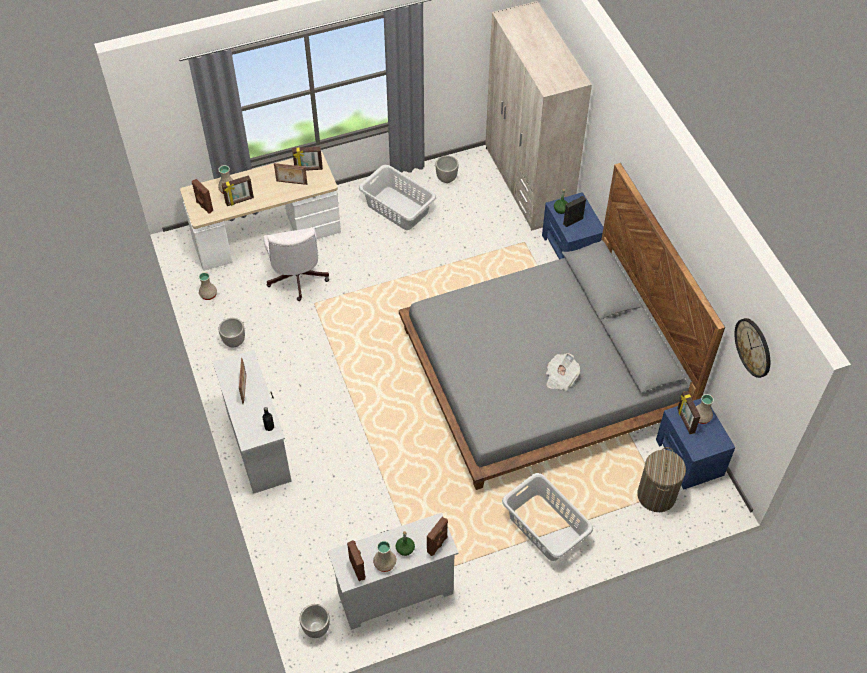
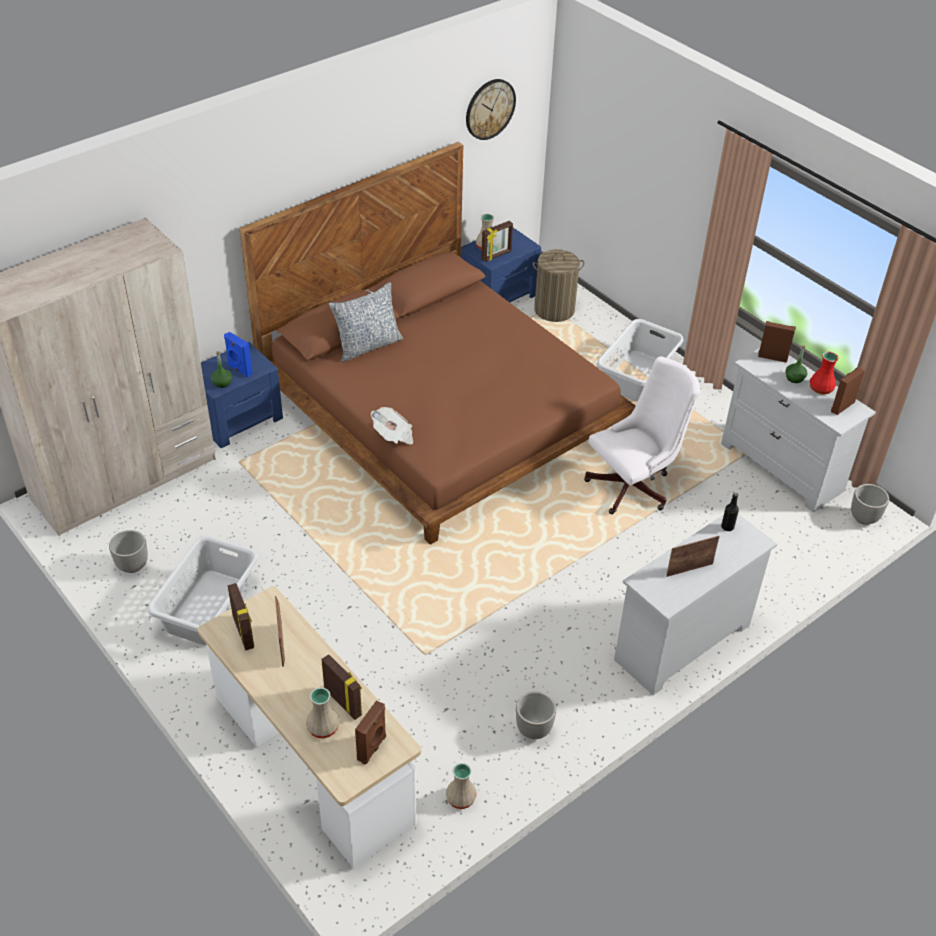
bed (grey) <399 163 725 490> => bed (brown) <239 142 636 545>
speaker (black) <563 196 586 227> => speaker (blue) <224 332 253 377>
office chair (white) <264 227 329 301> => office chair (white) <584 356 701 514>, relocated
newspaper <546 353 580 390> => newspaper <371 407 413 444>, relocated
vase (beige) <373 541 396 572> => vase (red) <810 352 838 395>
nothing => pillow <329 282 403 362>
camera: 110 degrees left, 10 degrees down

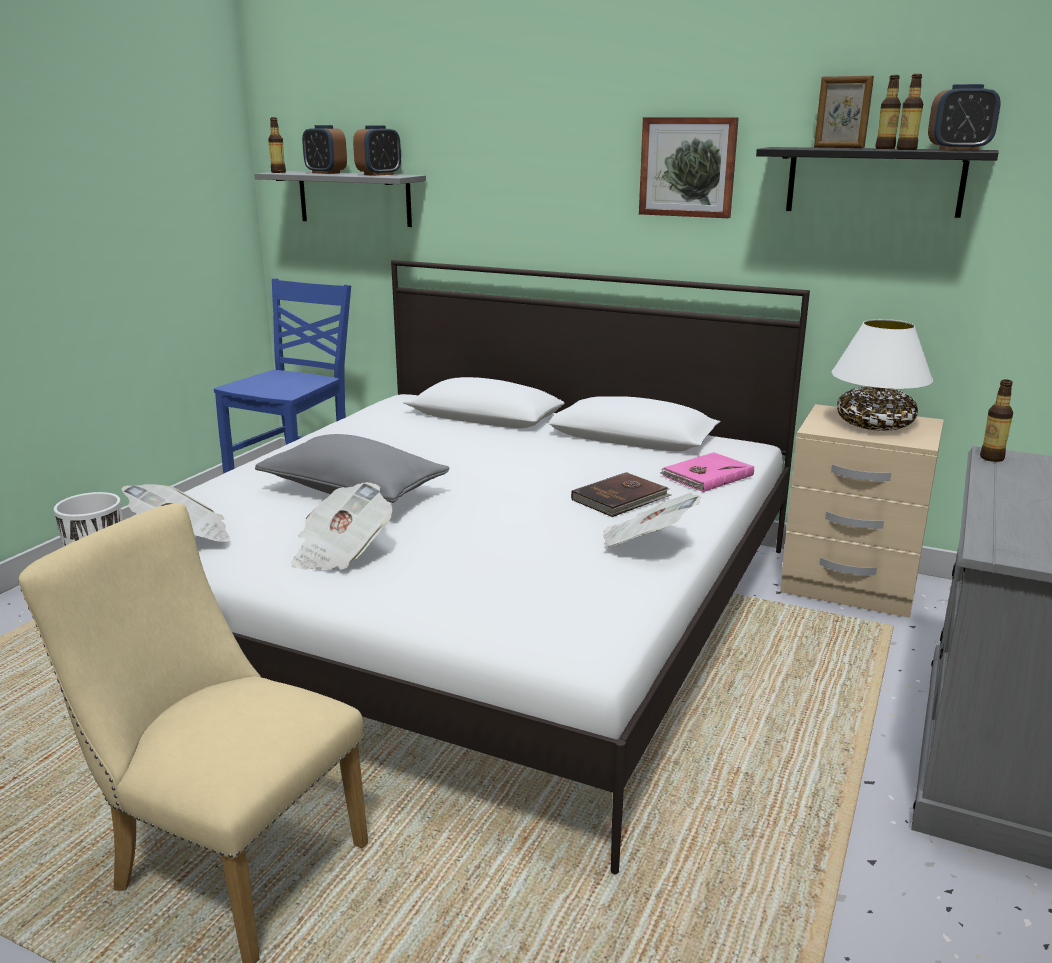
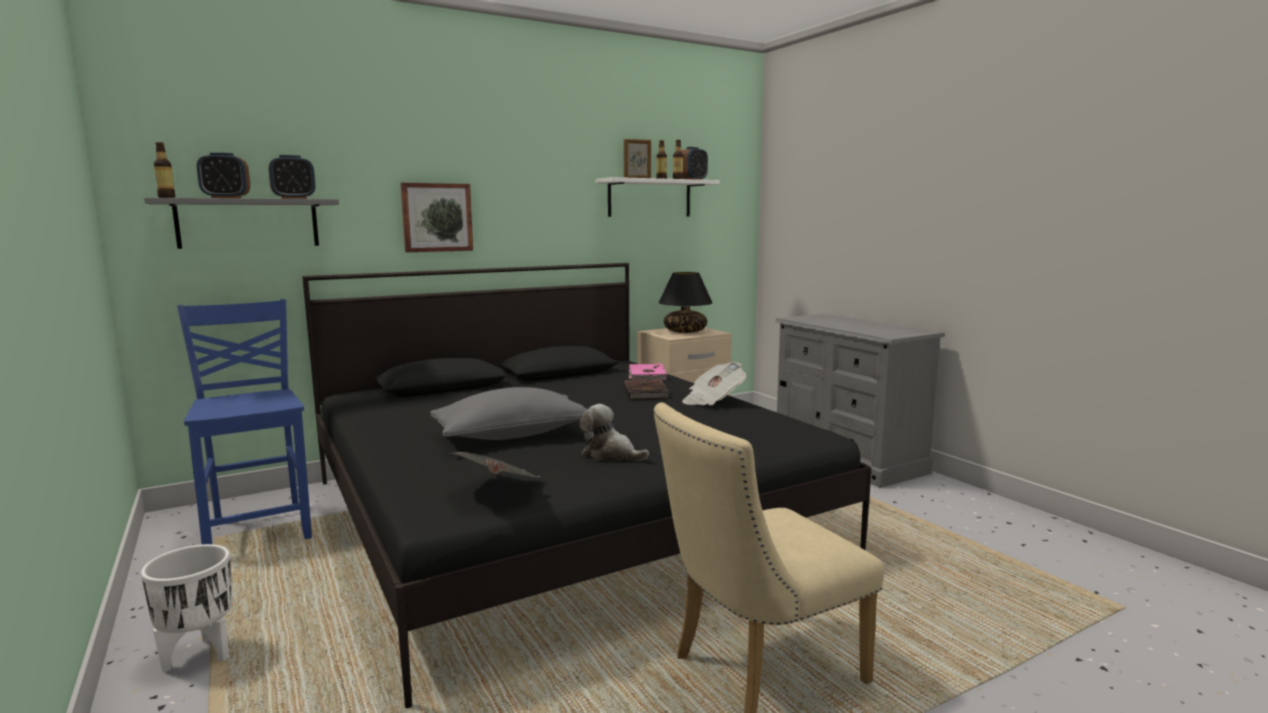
picture <639 117 739 218> => picture <401 183 473 252>, relocated
alarm clock <353 125 401 176> => alarm clock <268 155 315 199>, 75 degrees clockwise
shelf (black) <756 147 999 218> => shelf (white) <595 177 720 217>
bed (white) <132 260 810 874> => bed (black) <302 263 872 708>
table lamp (white) <832 319 933 431> => table lamp (black) <659 272 713 333>
bottle <980 379 1013 462> => nothing
newspaper <291 482 392 570> => plush toy <579 404 649 461>
camera: 55 degrees left, 10 degrees down

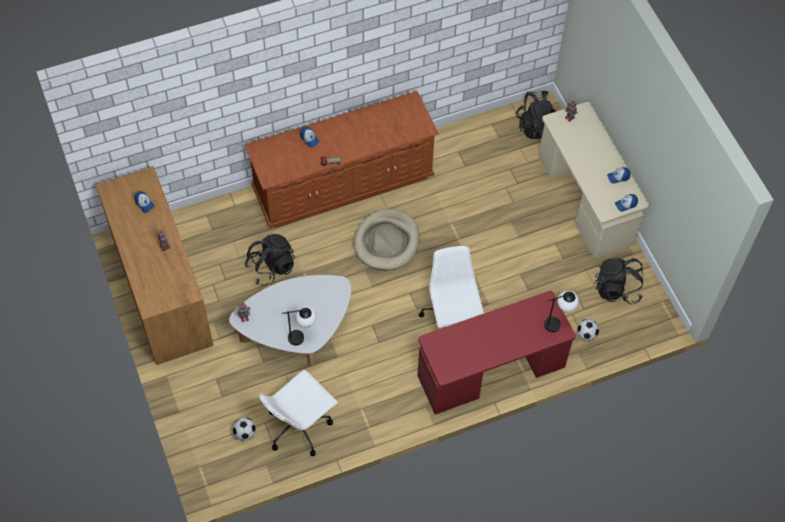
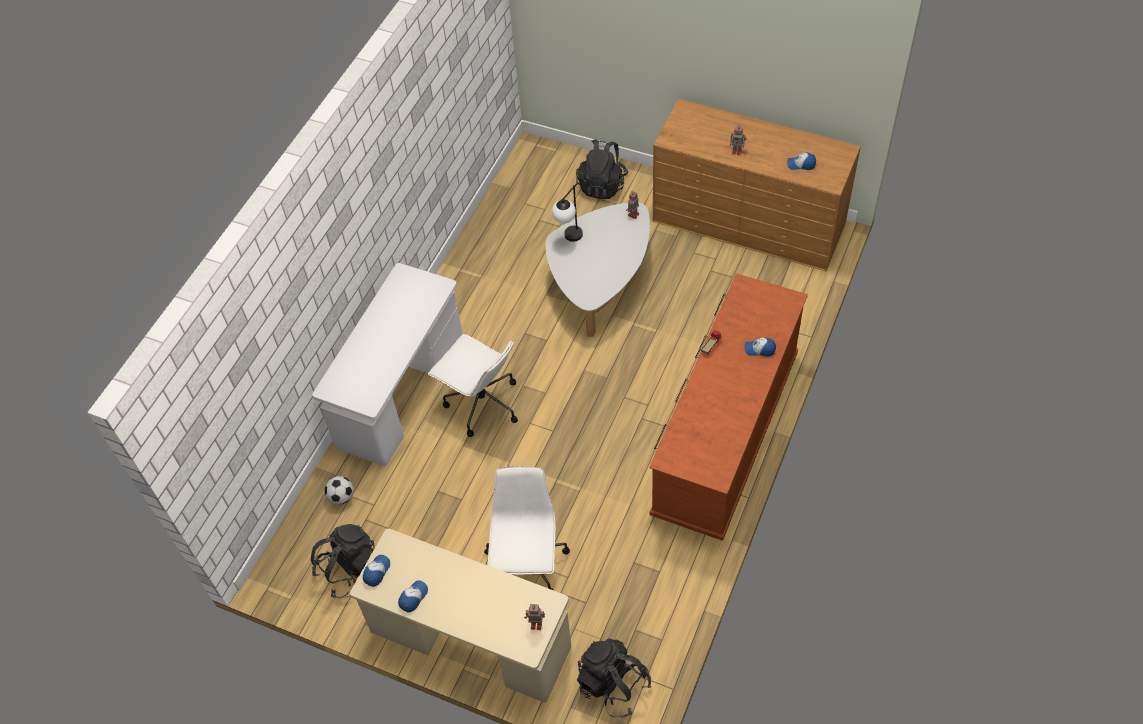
dog bed (beige) <354 209 420 270> => nothing
backpack (black) <245 234 295 286> => backpack (black) <576 139 628 199>, relocated
desk (red) <417 290 576 414> => desk (white) <312 263 463 466>
table lamp <544 291 579 332> => nothing
office chair (white) <259 370 338 456> => office chair (white) <484 466 570 590>, relocated
football <233 417 256 441> => nothing
camera: 140 degrees right, 5 degrees down

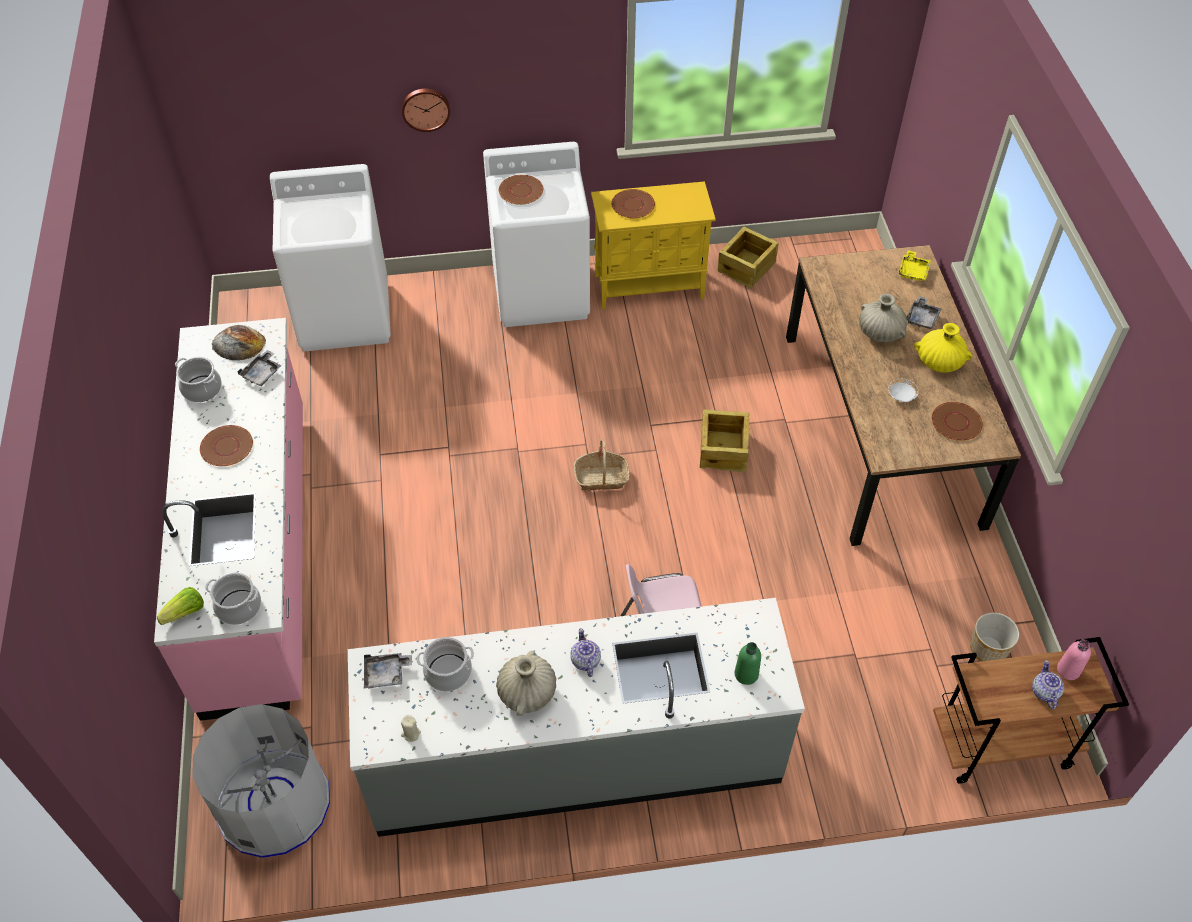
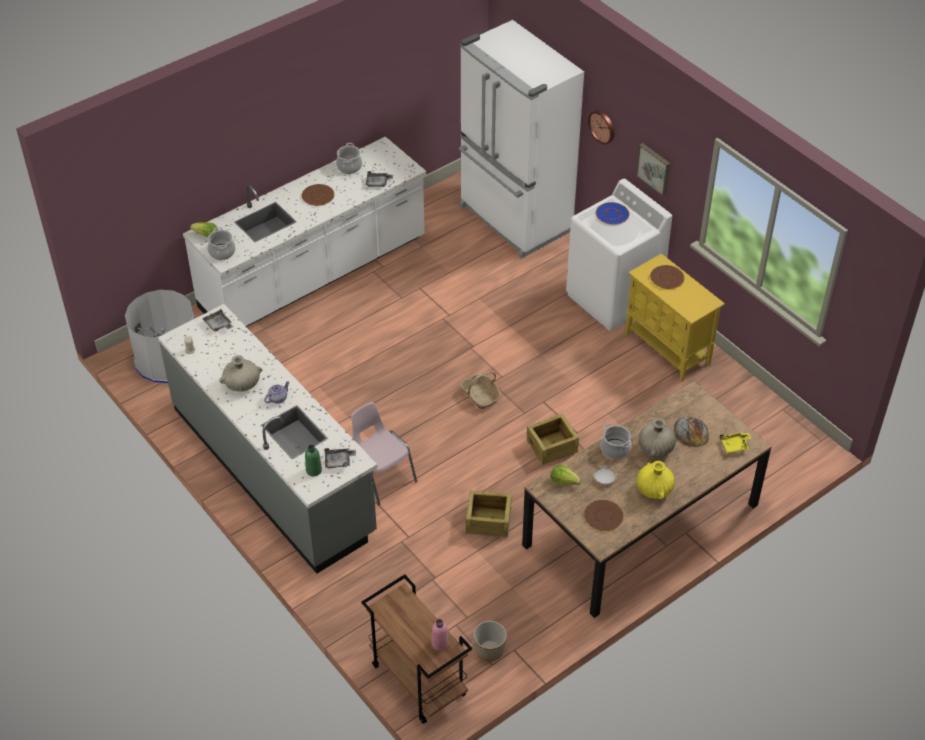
washing machine (white) <270 164 391 351> => fridge (white) <459 20 584 258>
plate (brown) <499 175 543 205> => plate (blue) <596 202 629 225>
crate <718 227 778 289> => crate <465 490 512 537>, relocated
tray (grey) <906 296 941 329> => tray (grey) <325 448 356 469>, relocated
counter (pink) <154 318 303 721> => counter (white) <183 136 426 327>
bread <212 325 266 360> => bread <674 416 709 447>, relocated
cooking pot <416 637 474 692> => cooking pot <601 423 632 459>, relocated
teapot <1032 660 1064 709> => nothing
nothing => picture <636 143 670 196>
nothing => lettuce <551 465 581 485>
camera: 60 degrees right, 5 degrees down

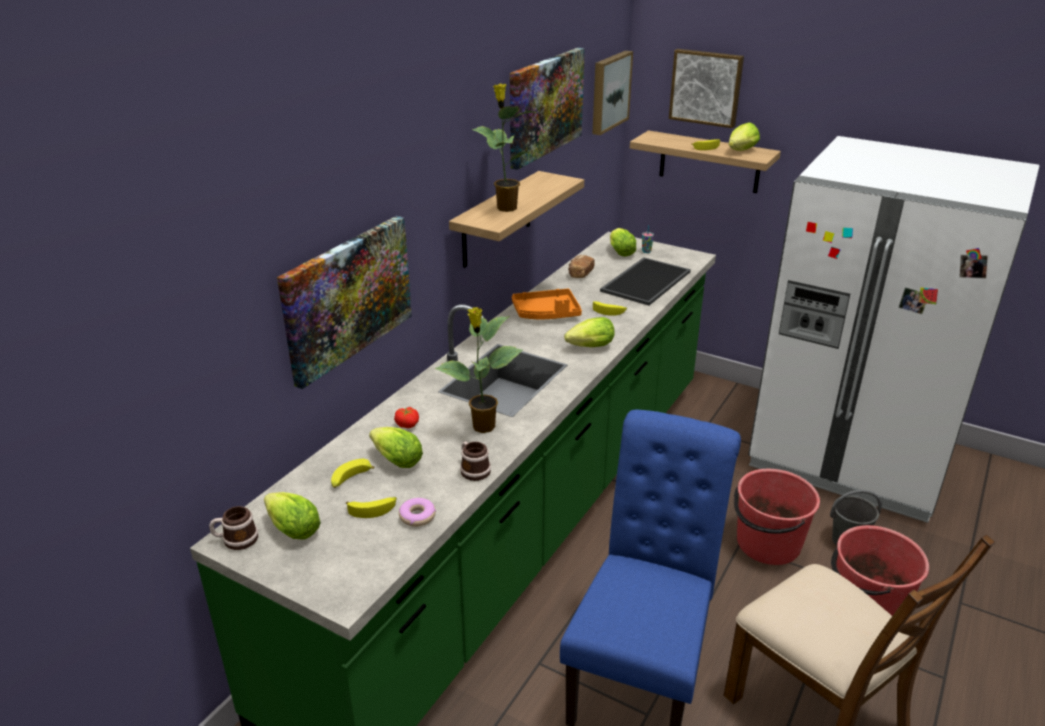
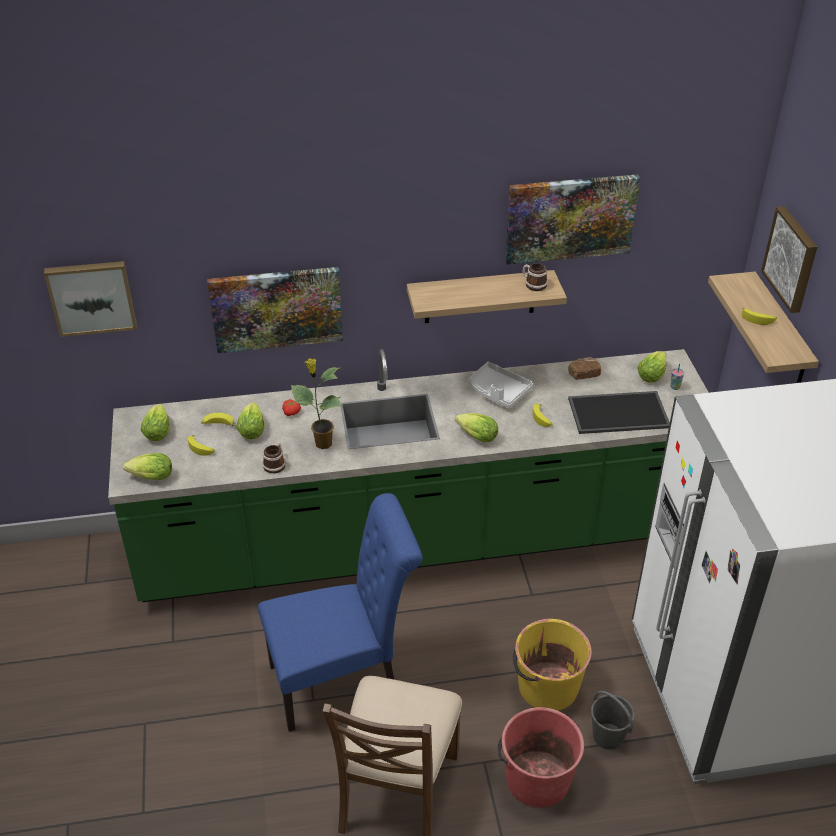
picture <592 50 633 135> => picture <44 261 137 337>, relocated
potted plant <472 84 540 212> => nothing
lettuce <729 122 760 151> => lettuce <123 453 172 480>, relocated
tray (orange) <512 289 582 319> => tray (grey) <469 362 533 409>
bucket (red) <734 469 820 565> => bucket (yellow) <513 619 592 711>
donut <399 498 436 527> => nothing
mug <209 506 258 550> => mug <522 263 548 291>, relocated
camera: 50 degrees right, 10 degrees up

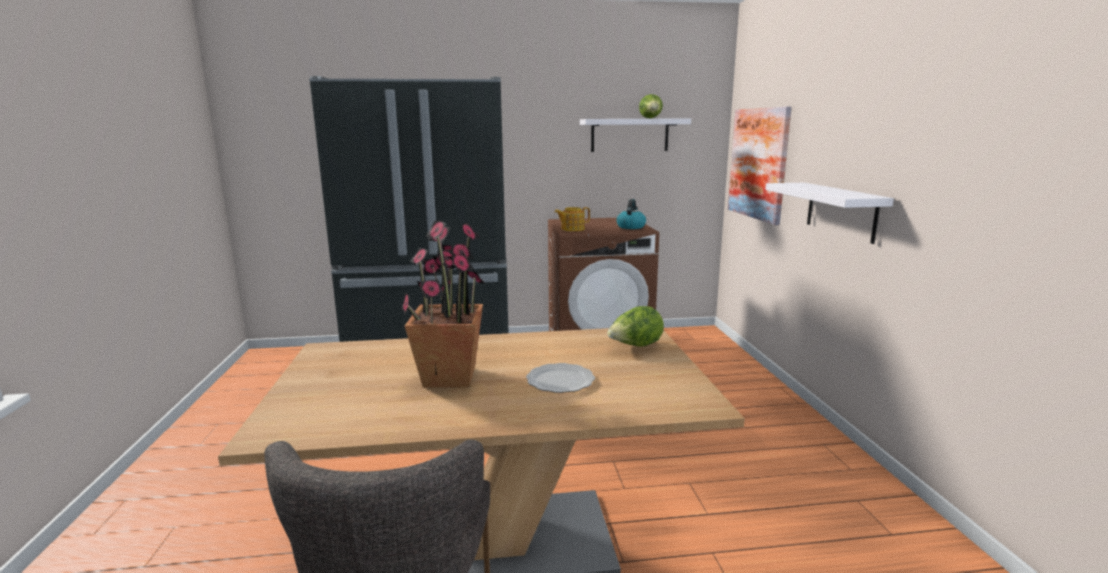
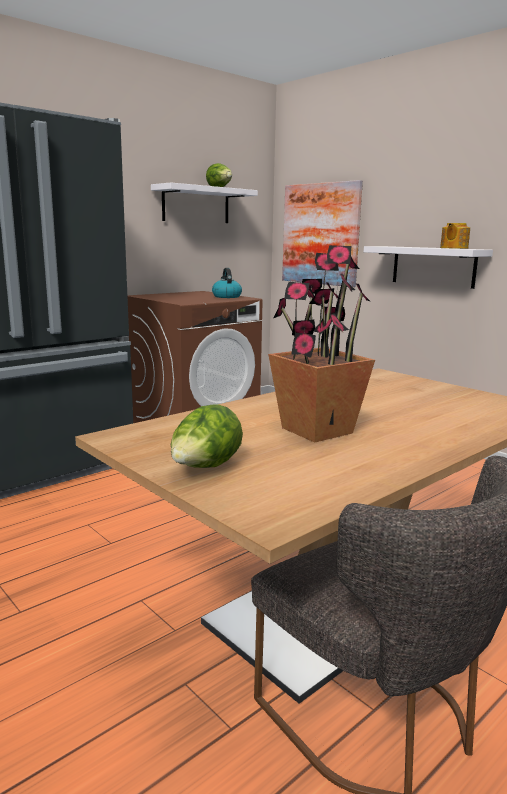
teapot <555 207 590 231> => teapot <440 223 470 249>, relocated
lettuce <607 306 664 347> => lettuce <171 404 243 468>, relocated
plate <526 363 595 393> => nothing
camera: 35 degrees left, 0 degrees up

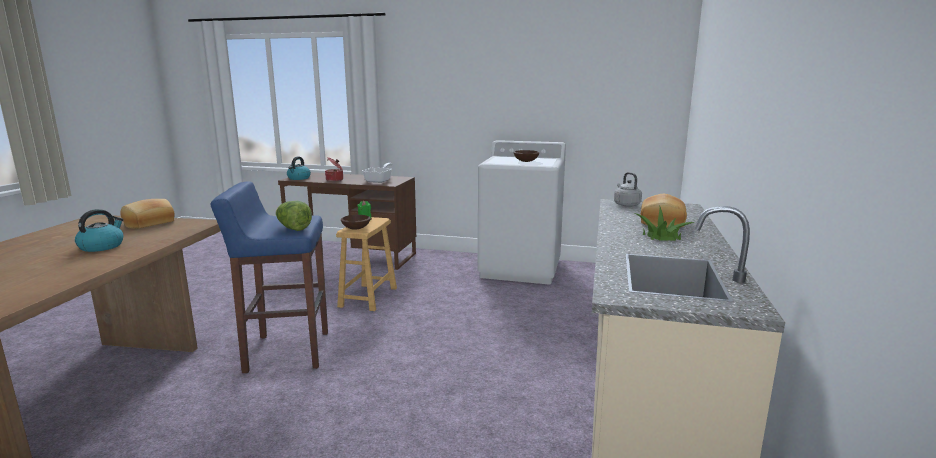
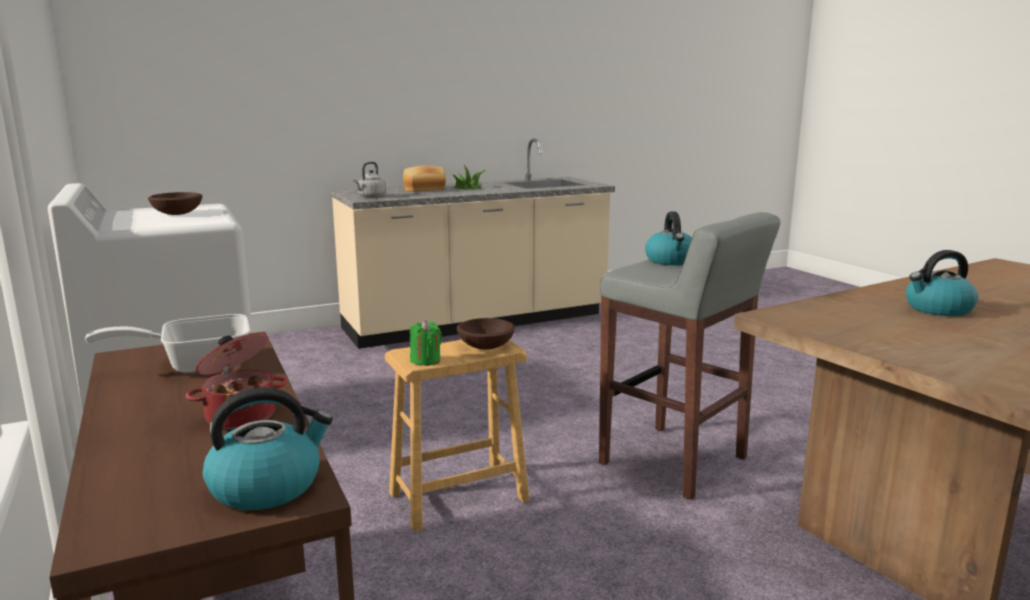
stool (blue) <210 181 328 373> => stool (grey) <599 212 781 500>
bread <120 199 175 229> => nothing
lettuce <276 201 312 231> => kettle <645 212 692 265>
camera: 130 degrees left, 0 degrees up

